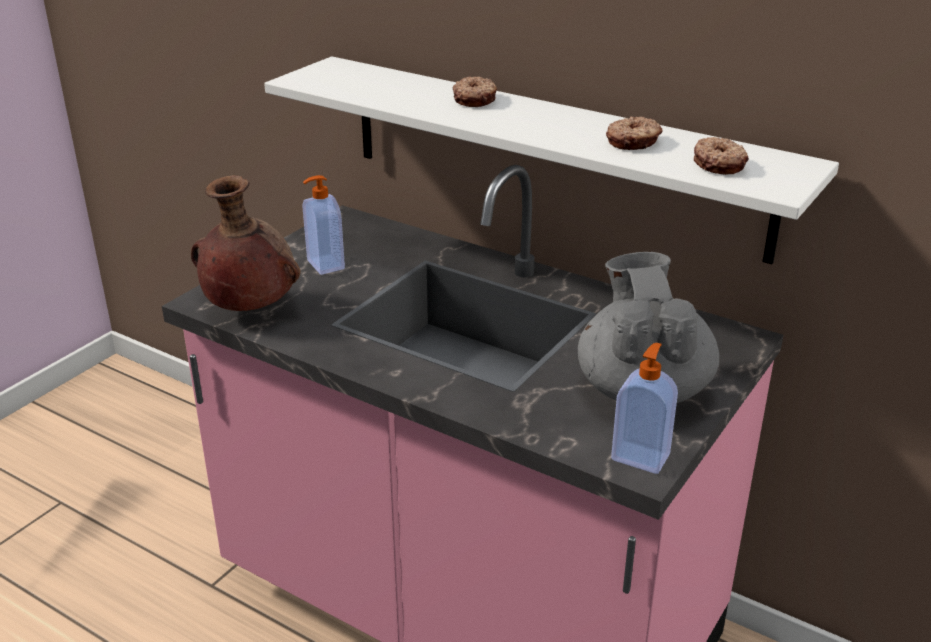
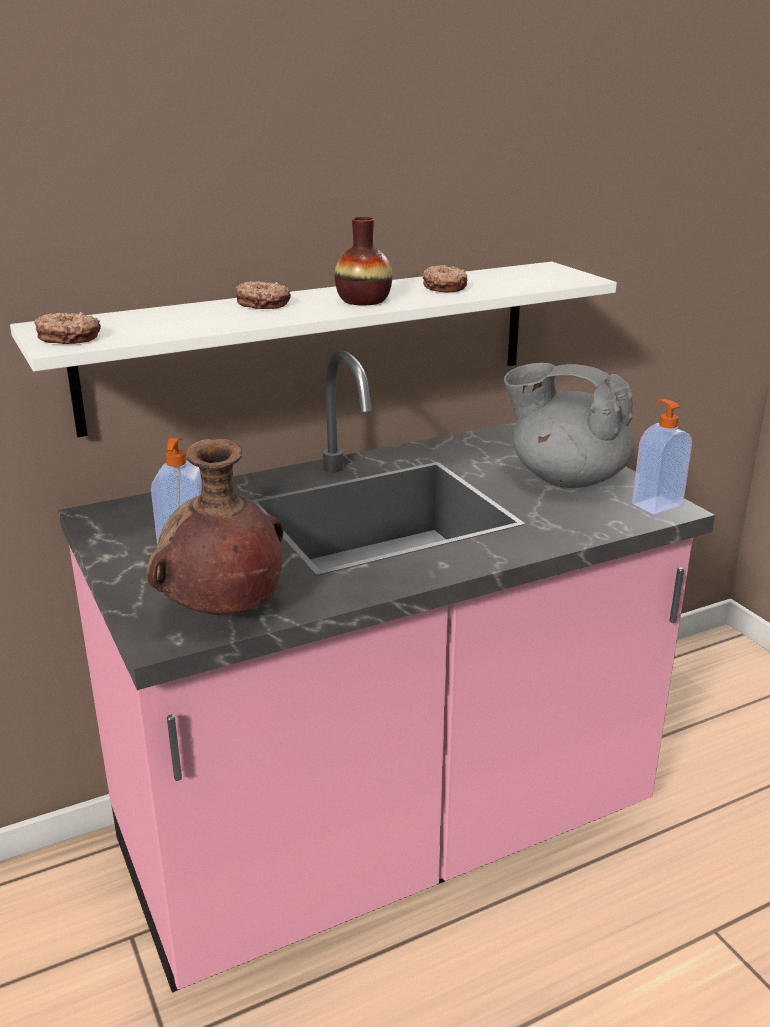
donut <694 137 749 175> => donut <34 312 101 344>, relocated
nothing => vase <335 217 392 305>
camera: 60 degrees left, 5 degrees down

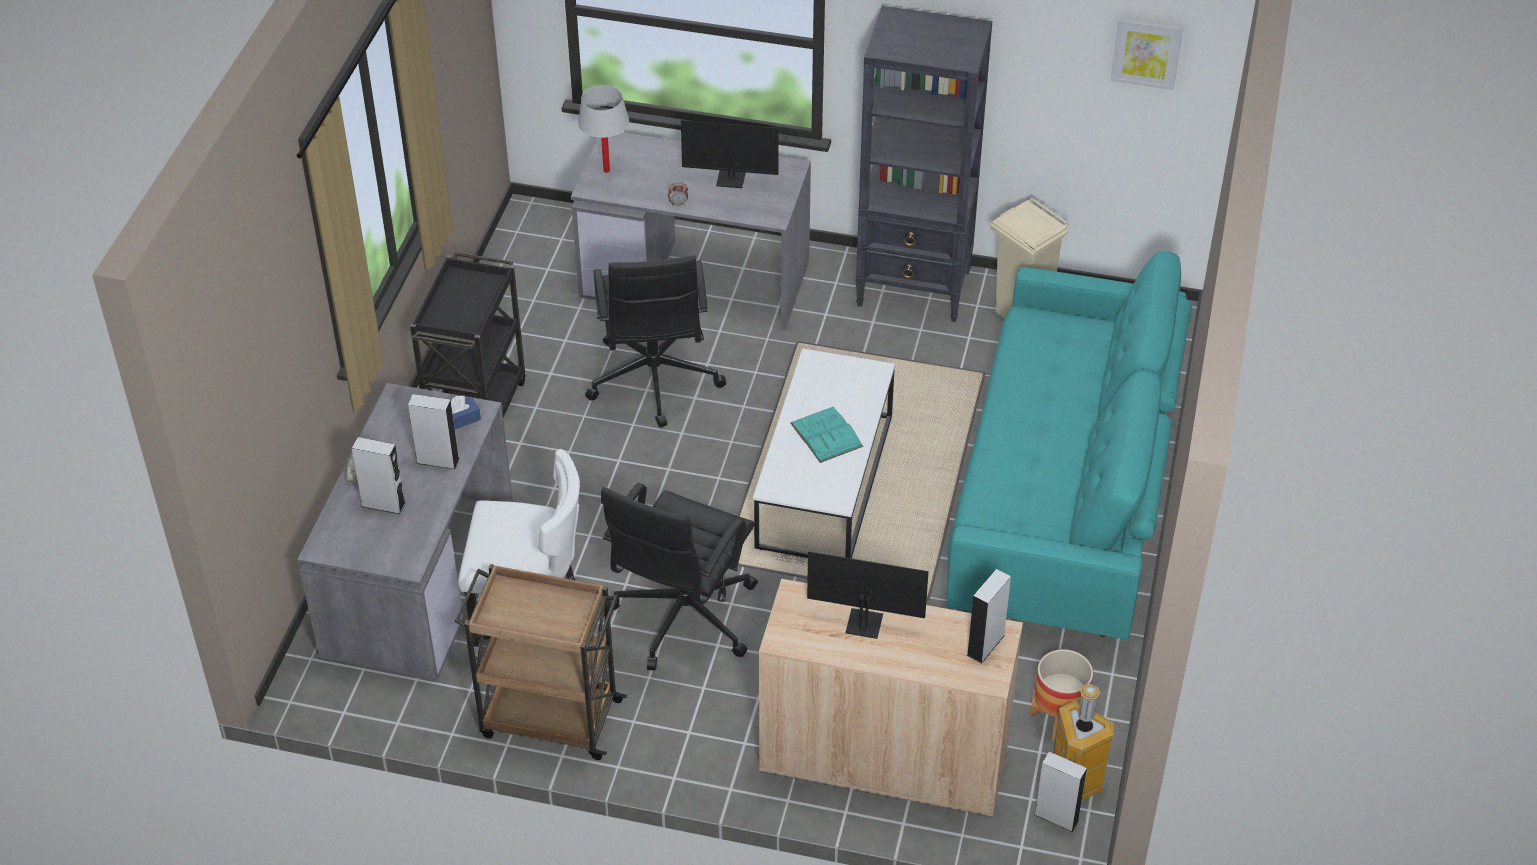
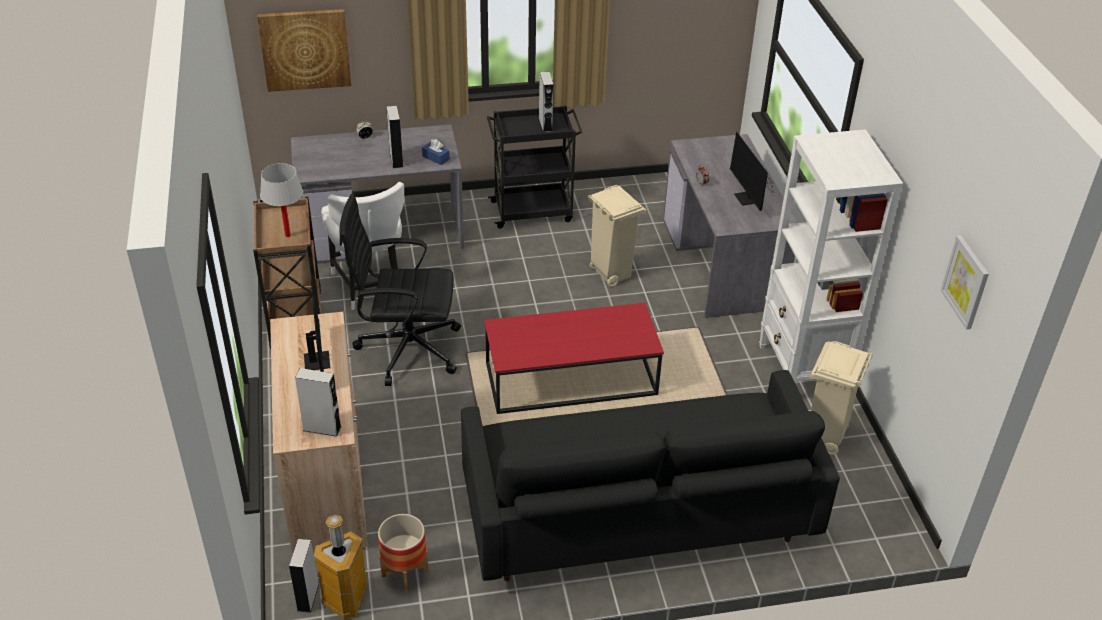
bookcase (black) <856 6 992 322> => bookcase (white) <759 129 903 383>
table lamp (white) <578 85 629 173> => table lamp (white) <260 163 303 237>, relocated
sofa (turquoise) <946 251 1192 640> => sofa (black) <461 370 840 581>
office chair (black) <585 255 726 427> => trash can (beige) <588 185 646 287>
coffee table (white) <753 348 895 559> => coffee table (red) <484 303 664 414>
book (turquoise) <790 407 863 463> => nothing
speaker (grey) <352 437 406 514> => speaker (grey) <539 72 554 132>, relocated
nothing => picture <257 9 351 92>
camera: 65 degrees right, 5 degrees down

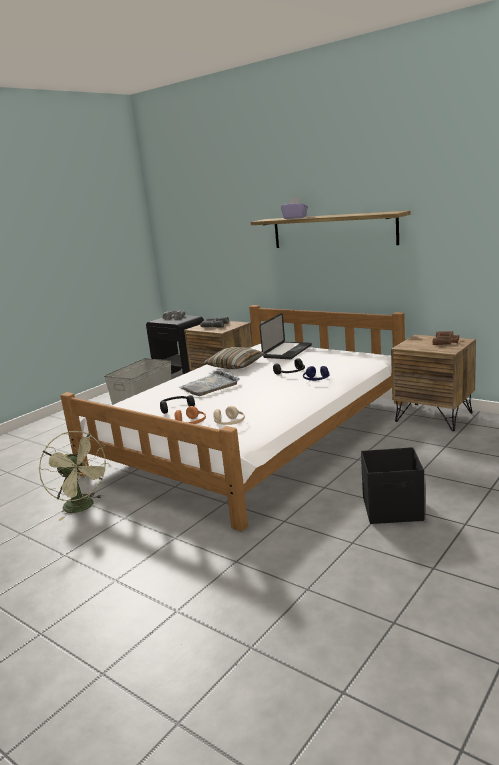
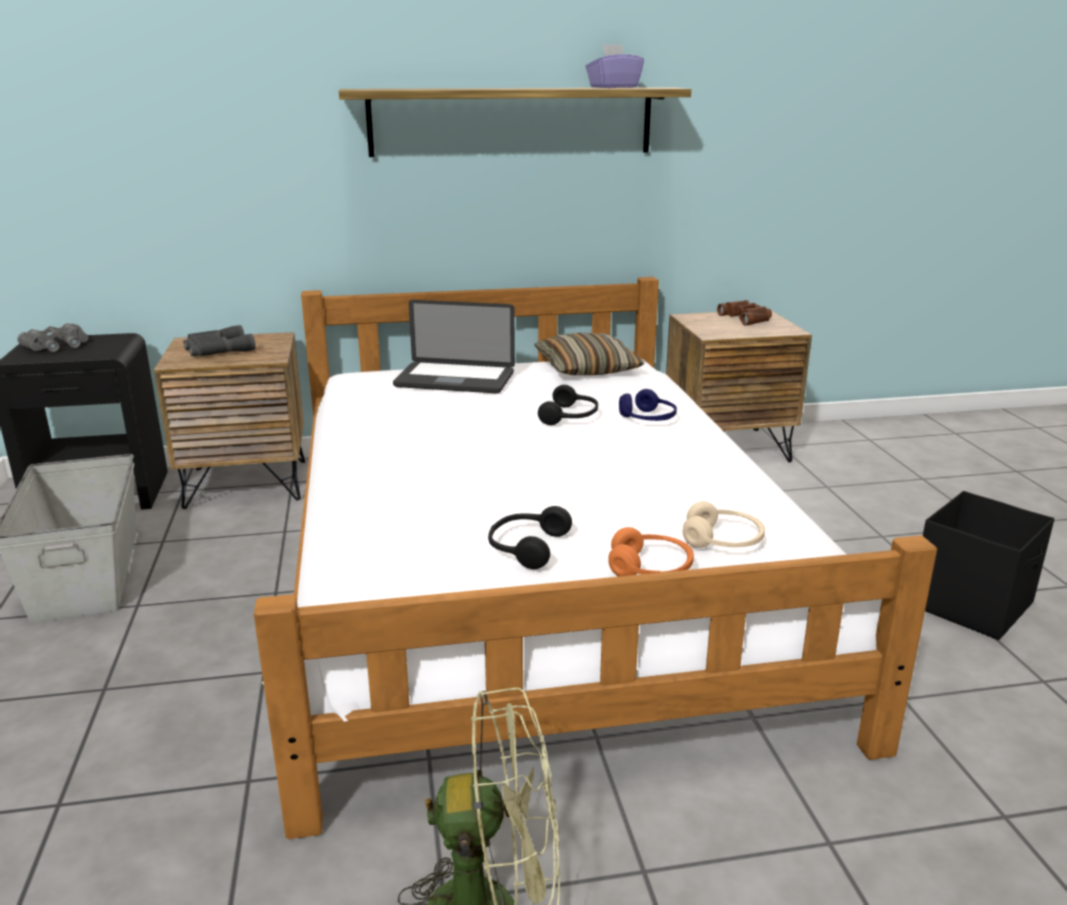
tissue box (purple) <281 198 308 219> => tissue box (purple) <586 44 644 88>, relocated
laptop <259 313 312 359> => laptop <393 300 515 393>, 120 degrees clockwise
pillow <203 347 264 369> => pillow <534 333 644 375>, relocated
tray (grey) <179 370 240 396> => nothing
camera: 50 degrees left, 5 degrees up

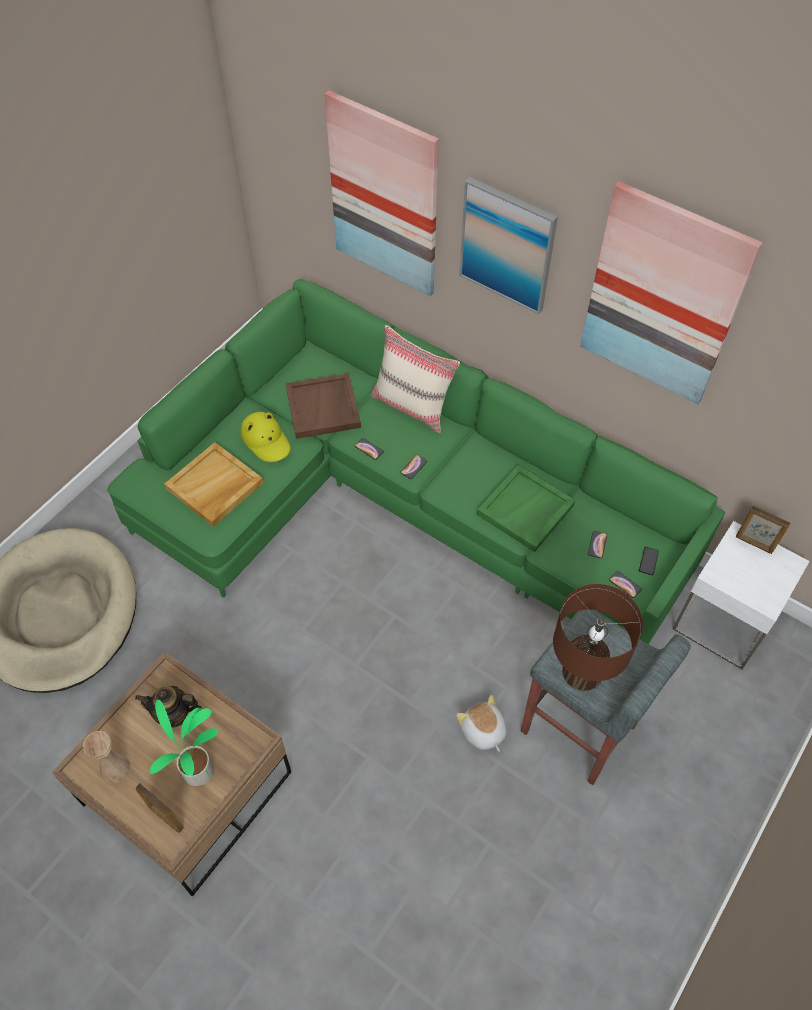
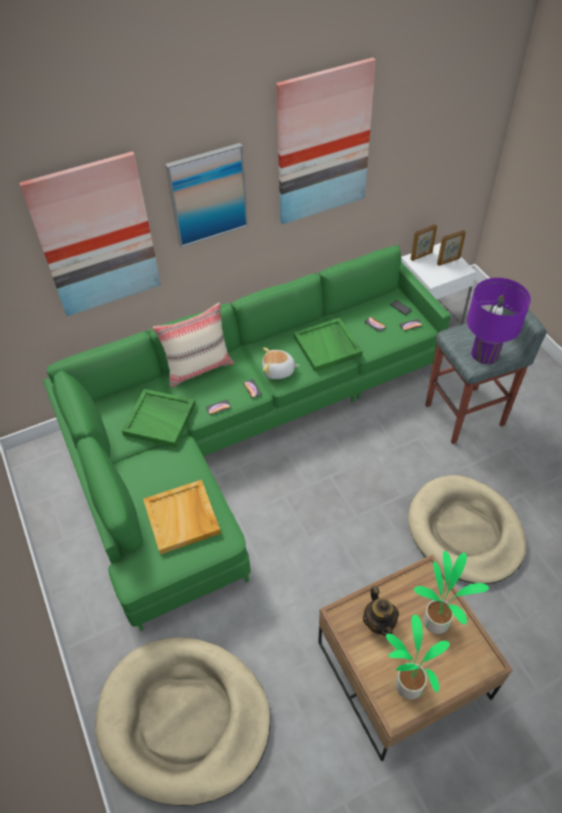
tray (brown) <285 373 361 439> => tray (green) <122 389 196 447>
hat (yellow) <241 412 291 462> => nothing
table lamp (brown) <553 584 643 691> => table lamp (purple) <467 278 531 364>
teapot <135 685 202 728> => teapot <363 586 399 636>, 45 degrees counterclockwise
plush toy <456 695 507 752> => plush toy <262 347 300 379>, relocated
vase (beige) <83 731 130 783> => potted plant <386 614 450 699>
picture frame <136 783 184 833> => picture frame <437 230 466 266>, relocated
nothing => dog bed (beige) <408 475 526 584>
camera: 60 degrees left, 5 degrees down

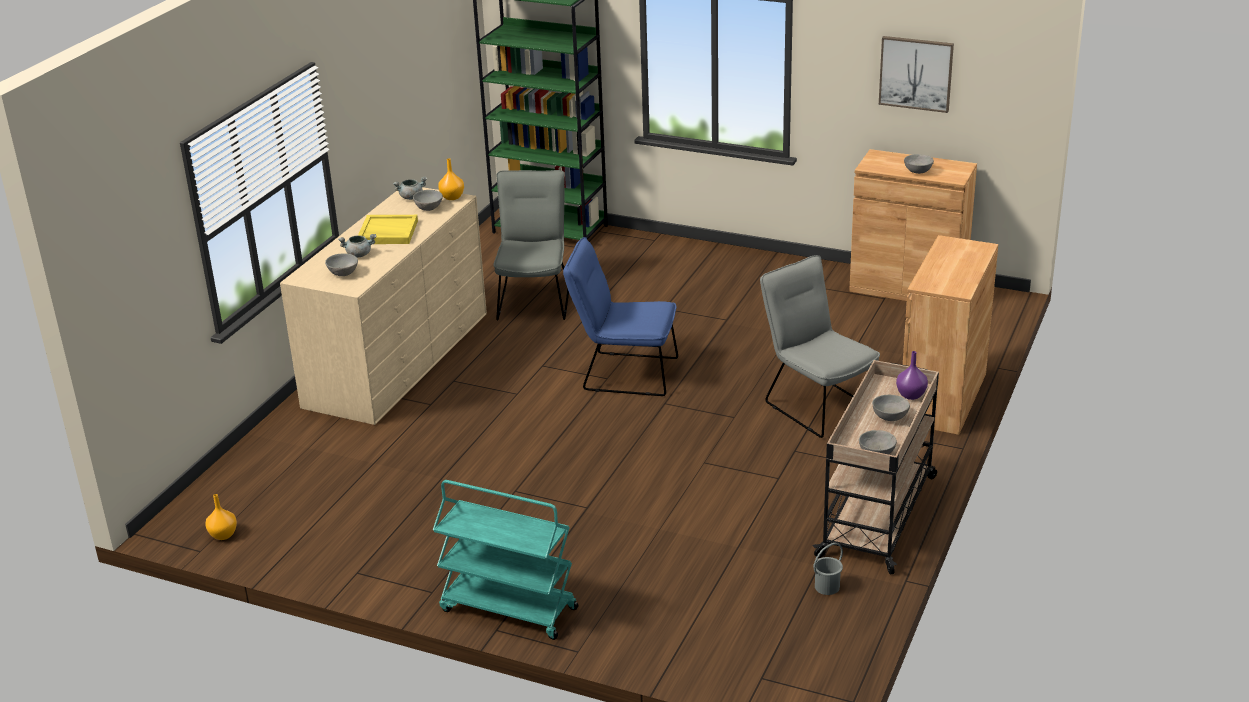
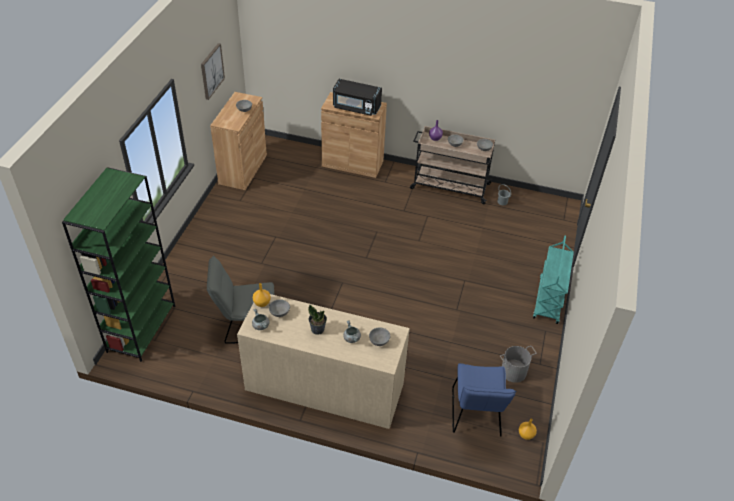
tray (yellow) <358 215 418 244> => potted plant <308 305 327 335>
chair (blue) <563 237 678 396> => chair (blue) <452 363 517 436>, relocated
chair (grey) <760 255 880 438> => nothing
nothing => microwave (black) <333 79 382 116>
nothing => bucket (grey) <500 346 537 383>
camera: 100 degrees left, 15 degrees up

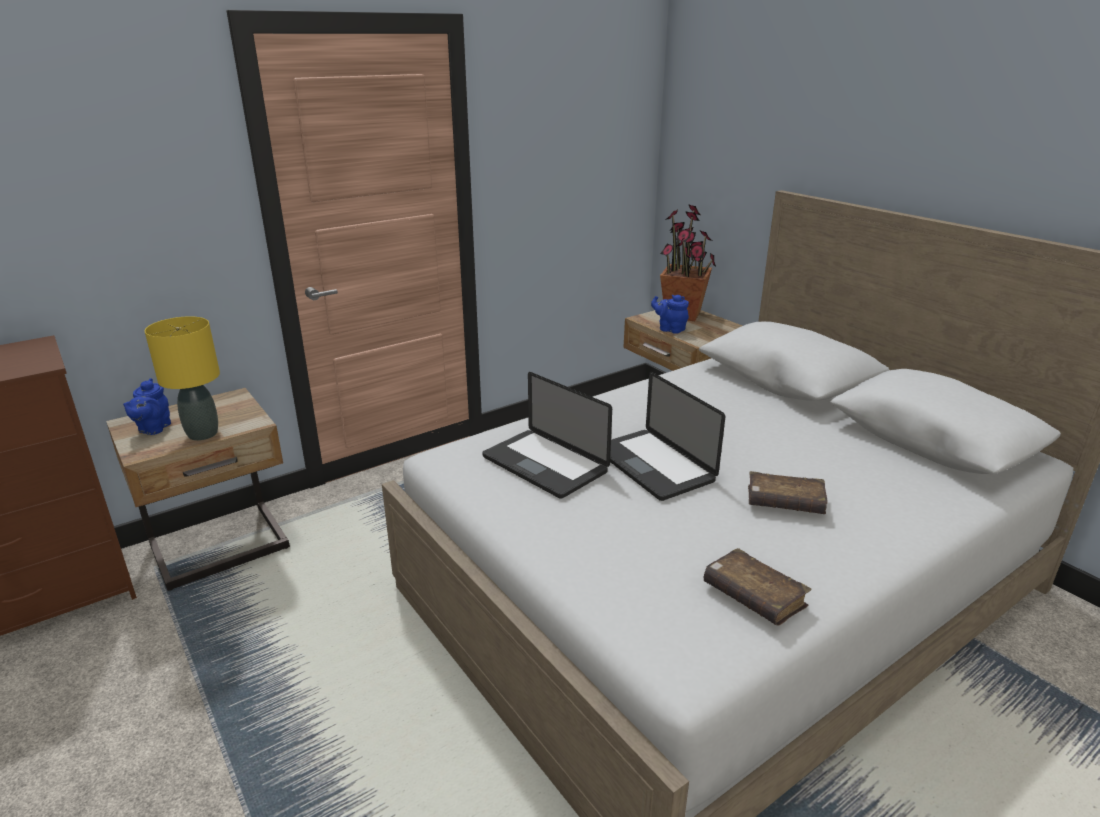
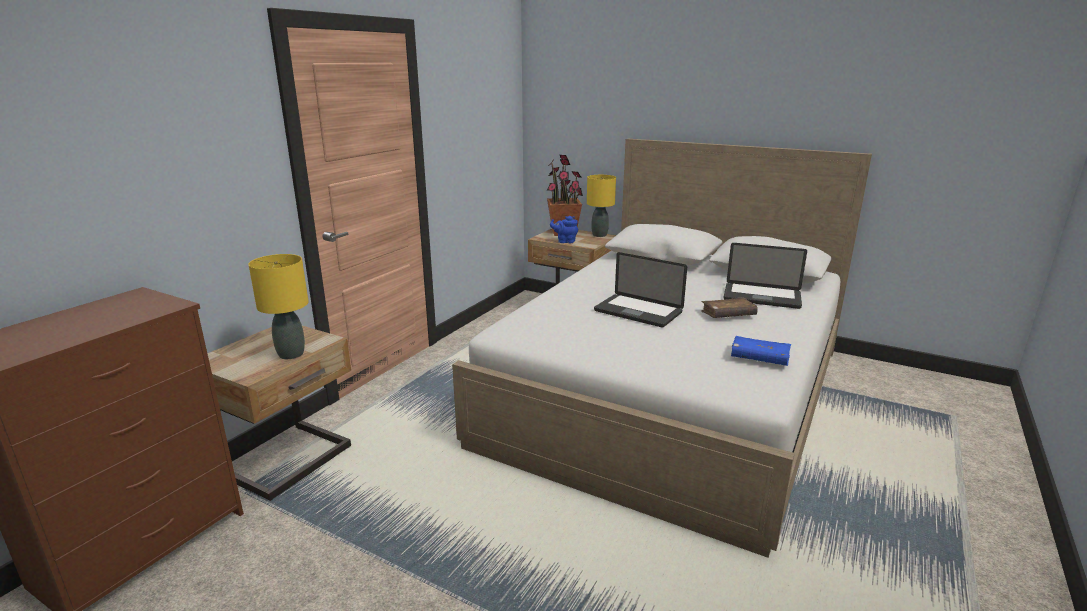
laptop <482 372 612 499> => laptop <723 243 807 309>, relocated
teapot (blue) <123 378 171 435> => nothing
book (brown) <703 548 812 626> => book (blue) <731 336 791 366>
nothing => table lamp (yellow) <587 175 616 237>
camera: 25 degrees left, 5 degrees down

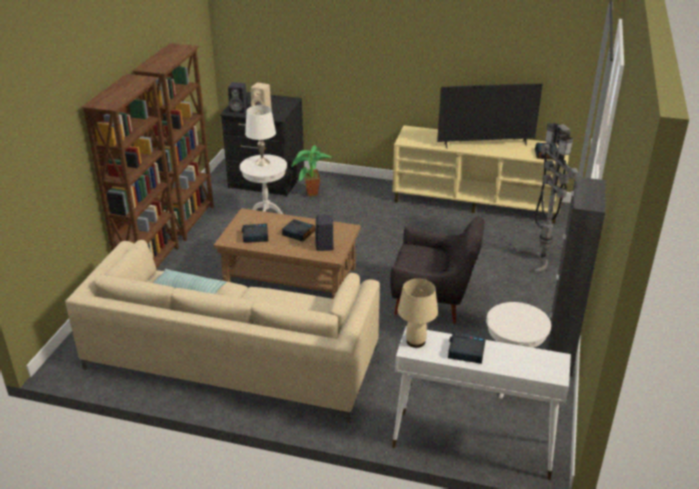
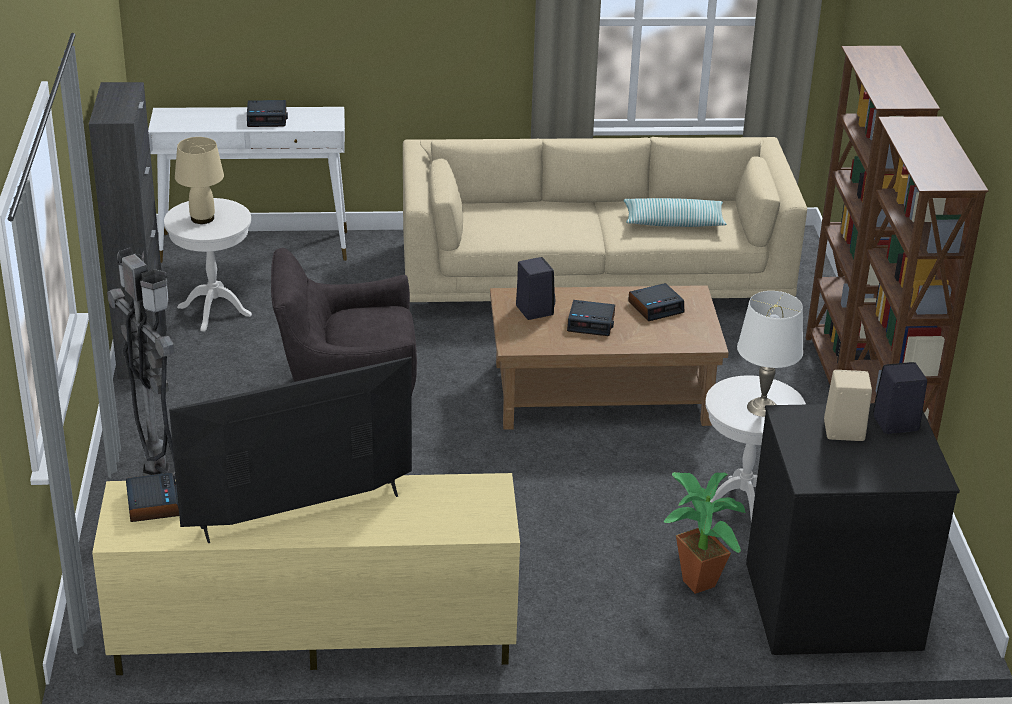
table lamp (beige) <398 279 438 348> => table lamp (beige) <175 137 224 224>, relocated
camera: 160 degrees right, 0 degrees up

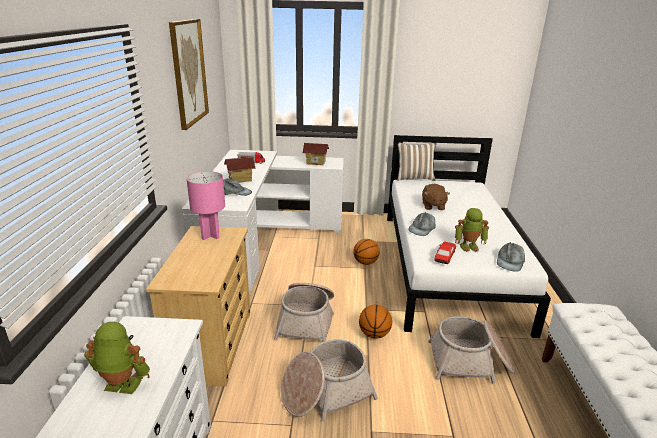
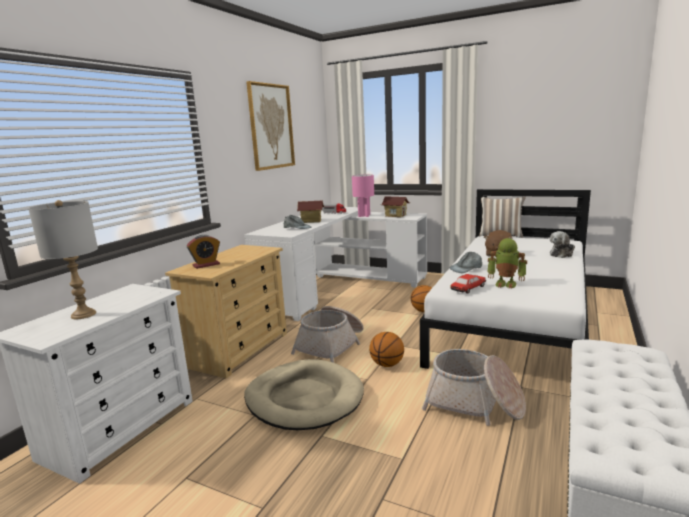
table lamp (pink) <187 171 225 240> => table lamp (pink) <352 174 374 217>, relocated
cap (grey) <497 242 525 272> => nothing
toy robot <84 322 150 394> => table lamp (grey) <28 200 98 319>
basket <281 339 378 421> => dog bed (beige) <244 359 364 430>
nothing => plush toy <550 231 575 258>
nothing => alarm clock <187 235 220 269>
camera: 25 degrees right, 10 degrees down

